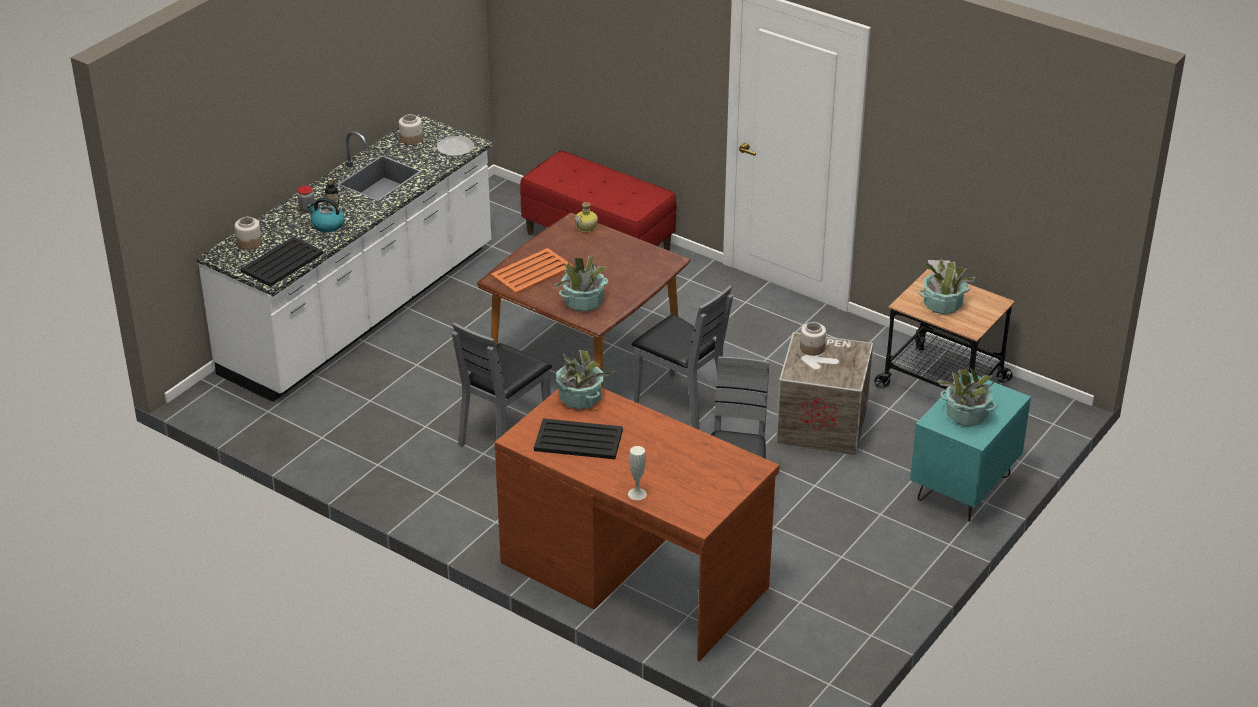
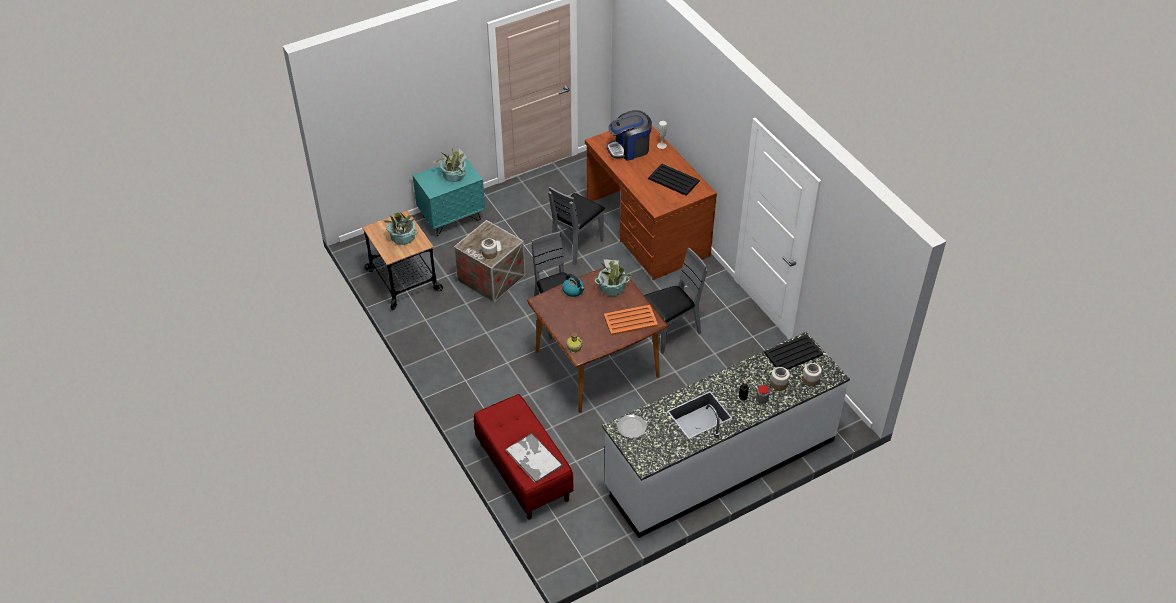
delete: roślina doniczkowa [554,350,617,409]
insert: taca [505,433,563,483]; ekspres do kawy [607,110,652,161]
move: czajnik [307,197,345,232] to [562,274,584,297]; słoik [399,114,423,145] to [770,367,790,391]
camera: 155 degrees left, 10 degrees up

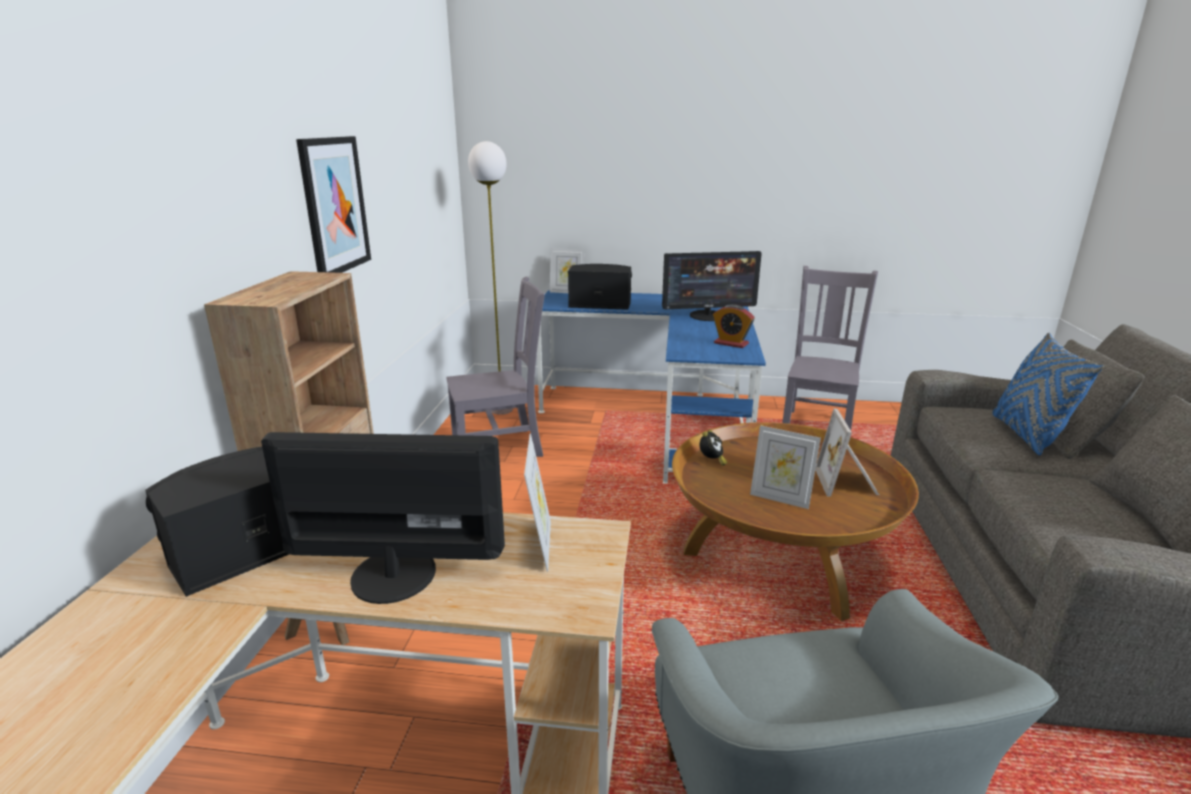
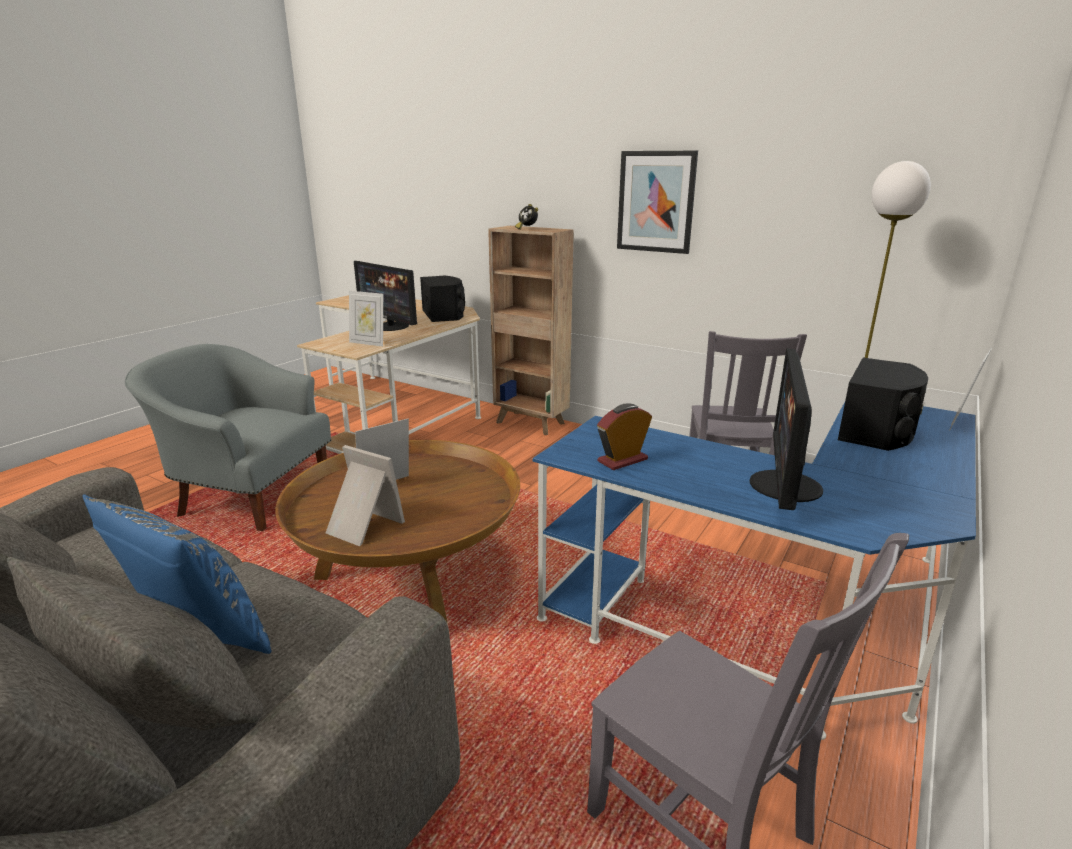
move: budzik [700,430,727,466] to [515,204,538,230]
rotate: monitor [261,432,505,604] = [354,261,417,331] 105 degrees clockwise
camera: 115 degrees right, 0 degrees up

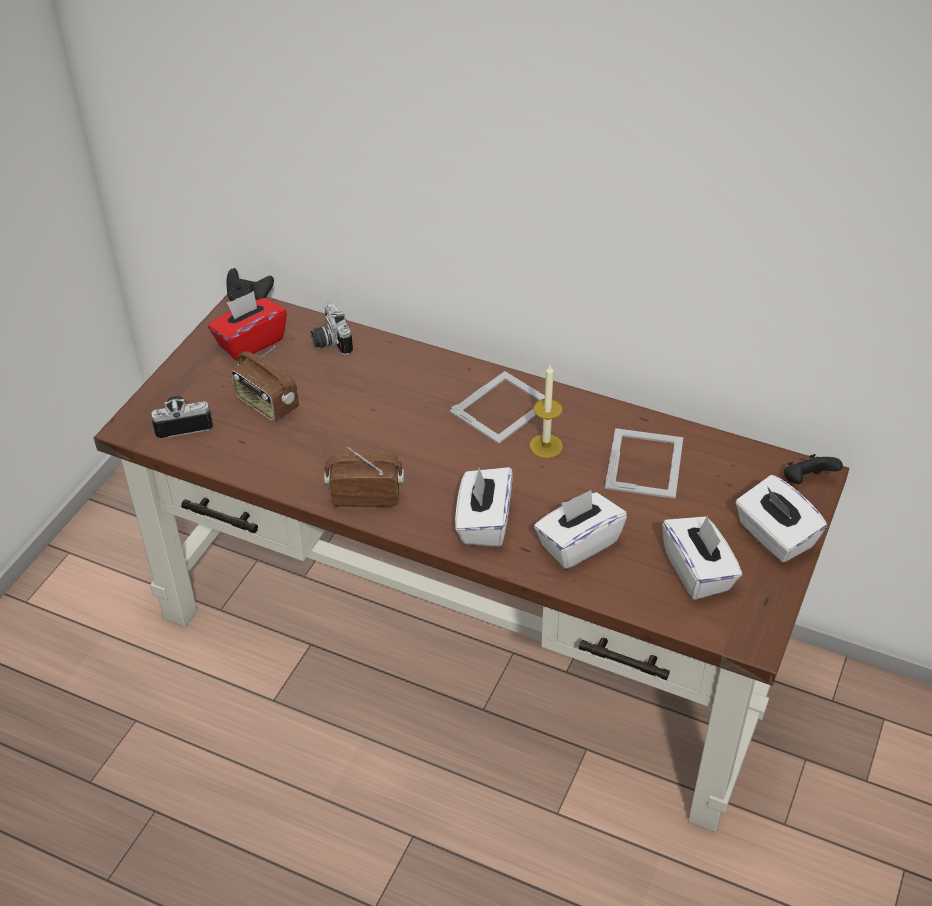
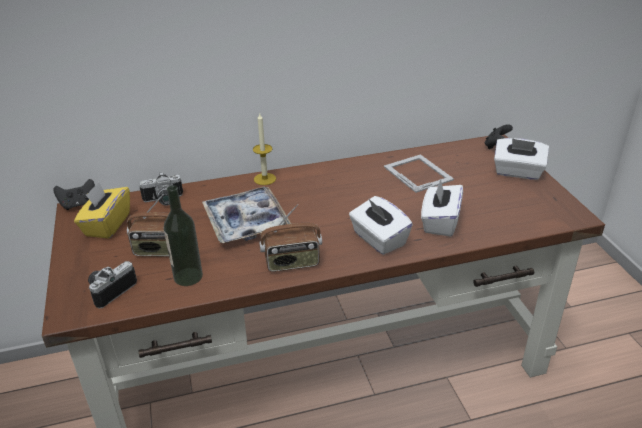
delete: ramka na zdjęcie [450,371,545,444]; pudełko chusteczek (biały) [662,515,742,600]
insert: butelka [164,186,203,286]; taca [202,187,291,243]
move: świeca [529,365,563,458] to [253,112,276,185]
recolor: pudełko chusteczek (czerwony) [208,291,287,361] to pudełko chusteczek (żółty) [74,182,130,239]
rotate: aparat fotograficzny [311,303,353,355] = [139,172,183,206] 45 degrees counterclockwise; radio [324,447,404,507] = [259,204,322,272] 150 degrees counterclockwise
camera: 40 degrees left, 10 degrees down

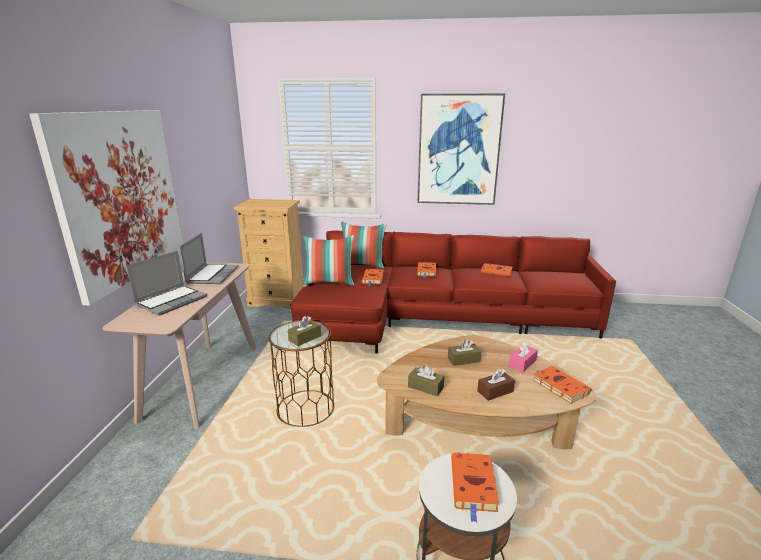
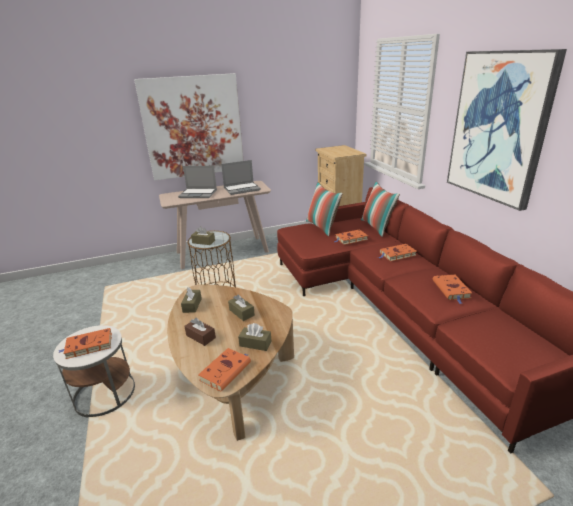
recolor: pudełko chusteczek (różowy) [509,341,538,372] to pudełko chusteczek (brązowy) [238,323,271,351]
camera: 65 degrees right, 5 degrees up

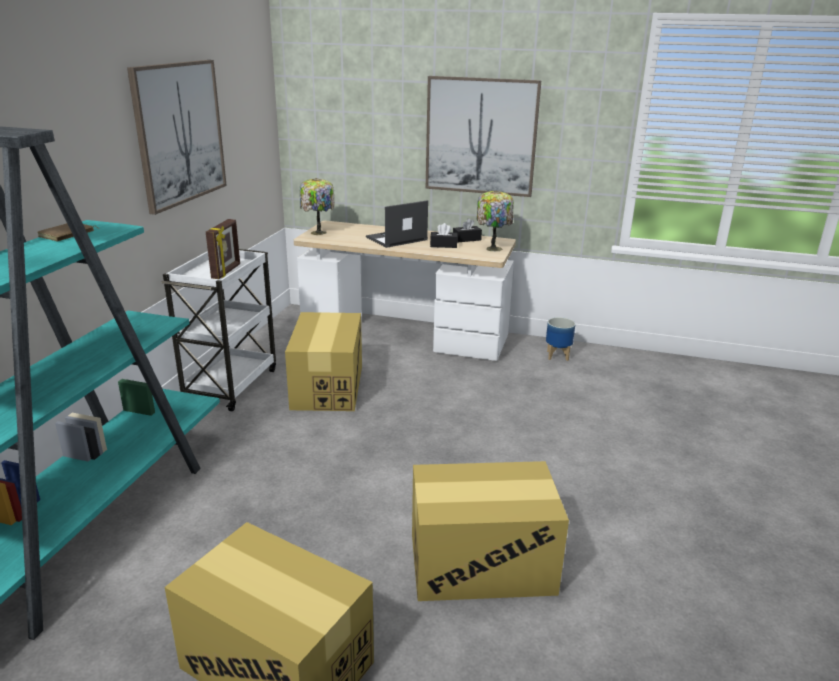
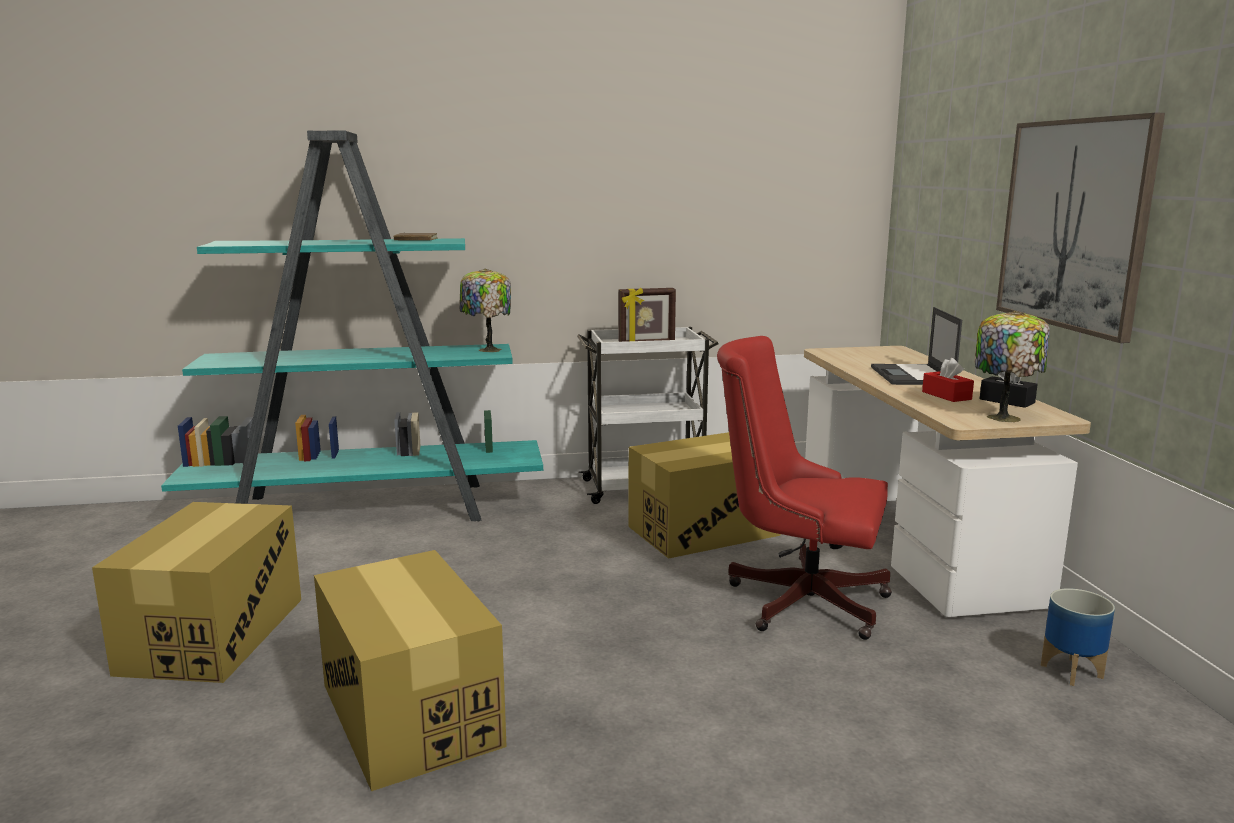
delete: obraz [127,60,227,215]
insert: krzesło biurowe (czerwony) [717,336,892,640]
move: lampa stołowa [300,178,335,235] to [459,269,511,352]
recolor: pudełko chusteczek (czarny) [430,223,458,248] to pudełko chusteczek (czerwony) [922,358,974,402]
rotate: laptop [366,200,428,248] = [871,307,962,385] 120 degrees counterclockwise
camera: 65 degrees right, 10 degrees down

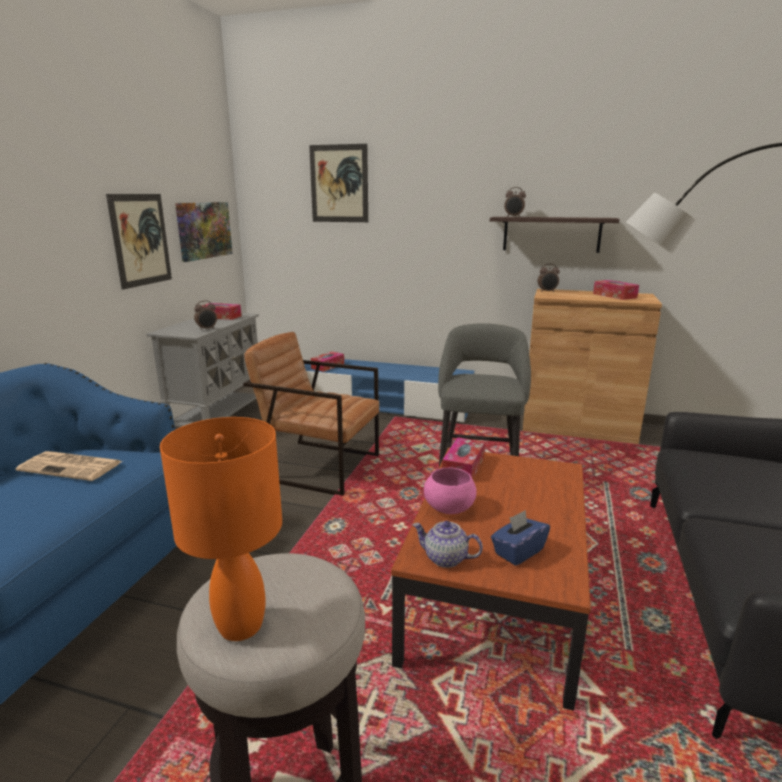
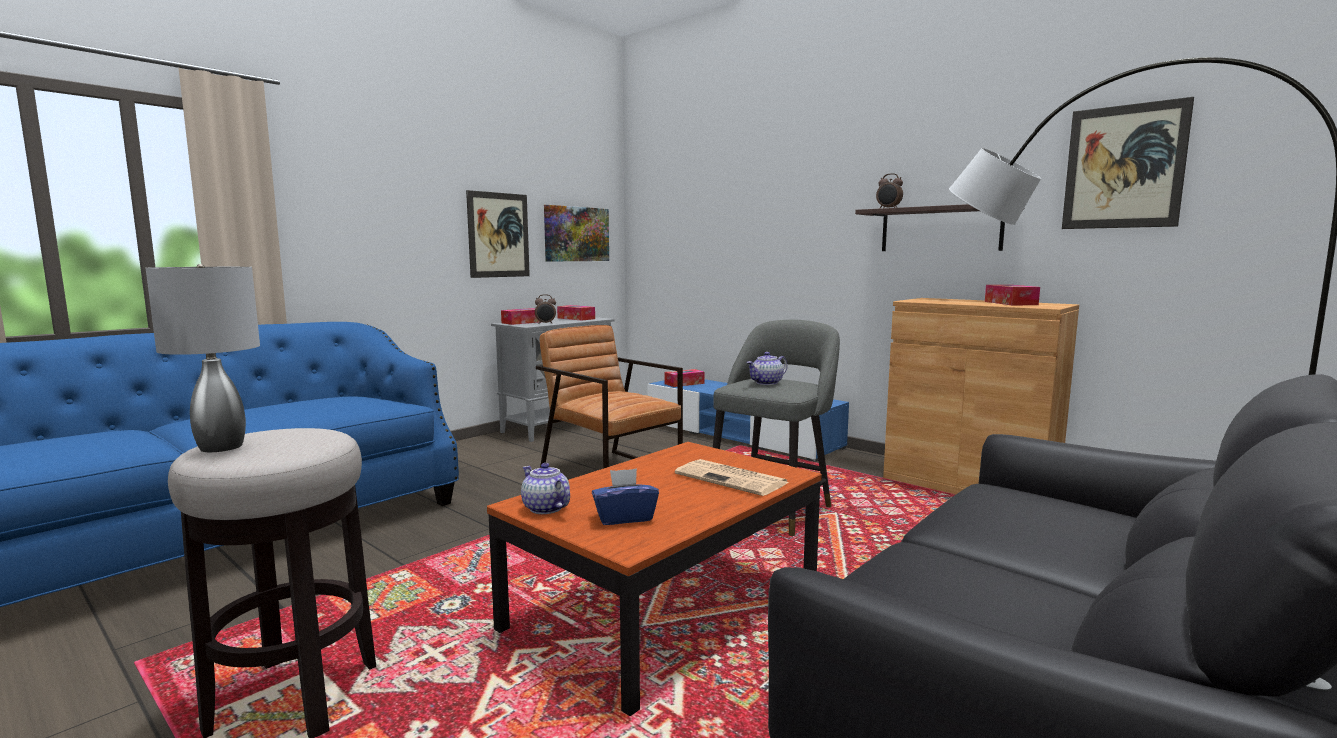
delete: miska (różowy) [424,467,477,514]; budzik [538,264,560,292]
insert: imbryk [746,352,788,385]
move: gazeta [16,451,123,481] to [675,459,789,496]; obraz [309,144,368,222] to [1062,97,1194,229]; pudełko chusteczek [442,437,485,479] to [501,308,540,325]
recolor: lampa stołowa (pomarańczowy) [160,417,282,641] to lampa stołowa (szary) [146,264,260,452]
camera: 25 degrees right, 10 degrees down

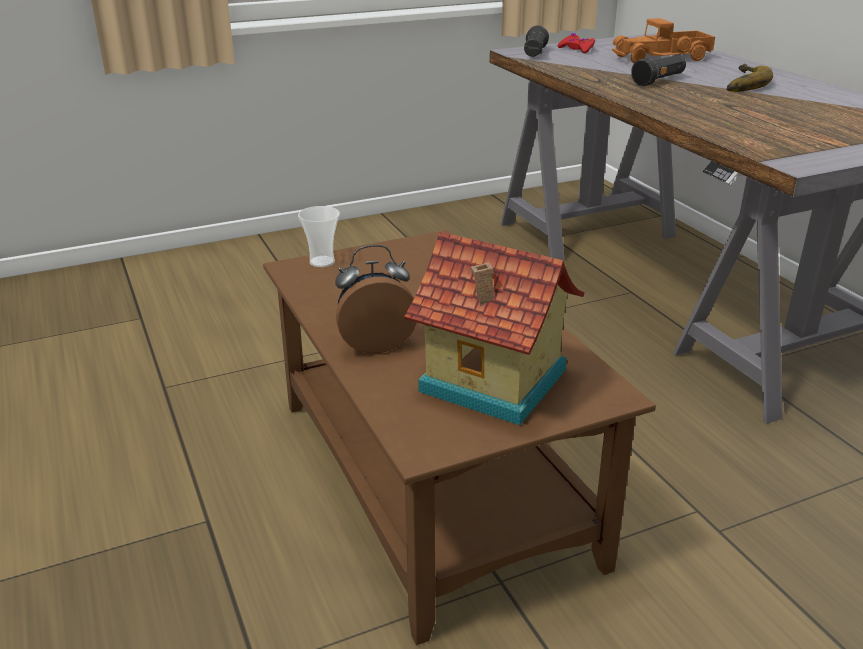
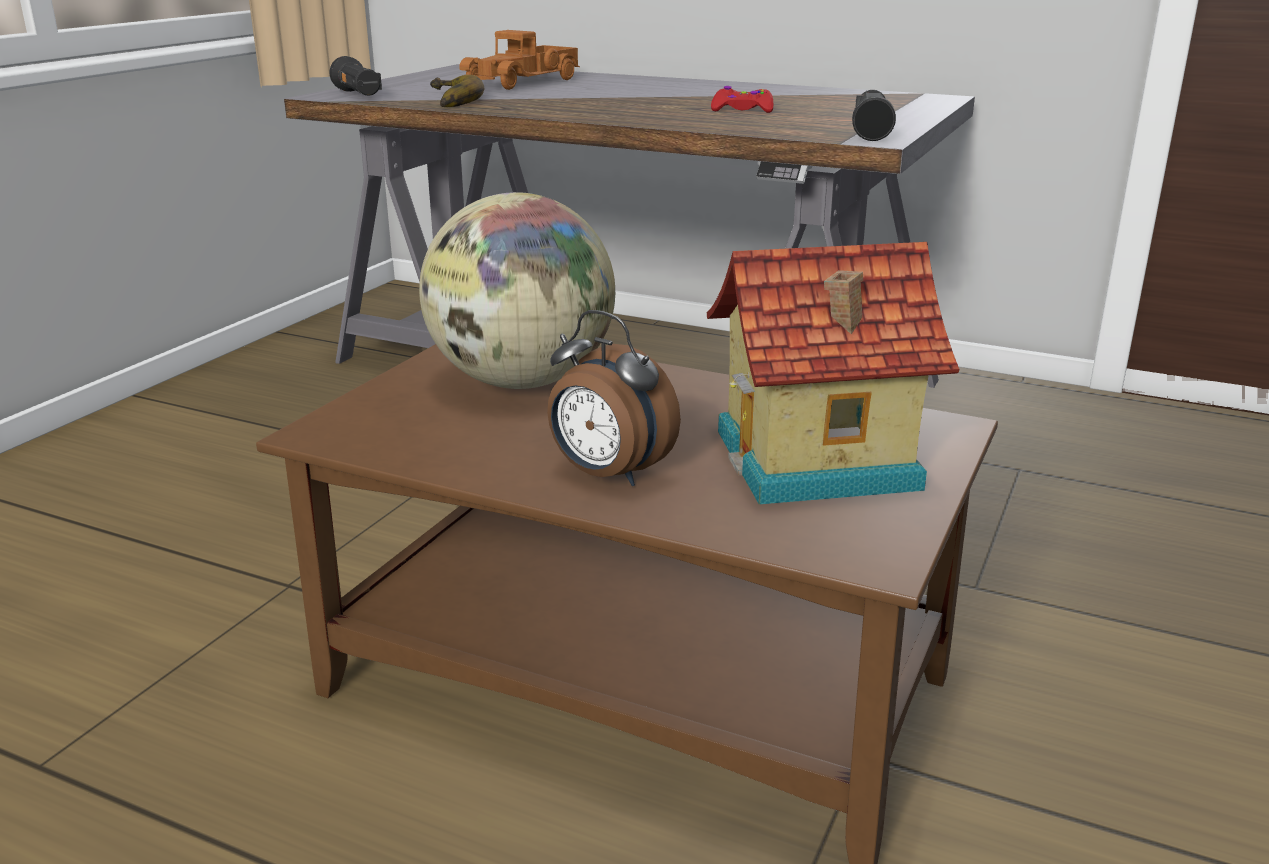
delete: filiżanka [298,206,340,267]
insert: globus [419,192,615,389]
move: pad do gier (czerwony) [557,33,595,53] to [711,86,773,113]; latarka (czarny) [631,54,686,87] to [852,90,896,141]; banan [727,64,773,92] to [430,75,484,107]
rotate: budzik [335,245,417,353] = [547,310,681,486] 90 degrees counterclockwise
camera: 40 degrees left, 5 degrees down

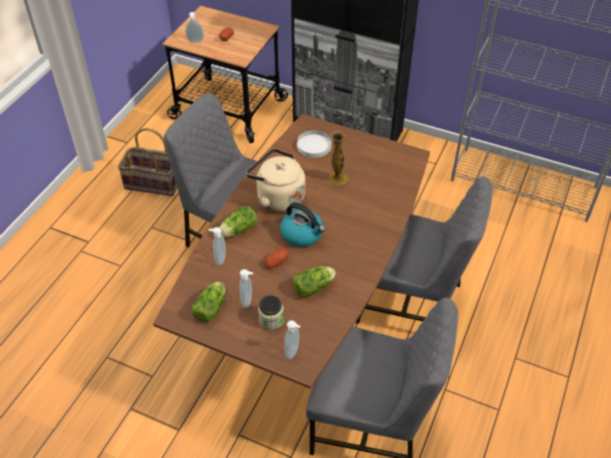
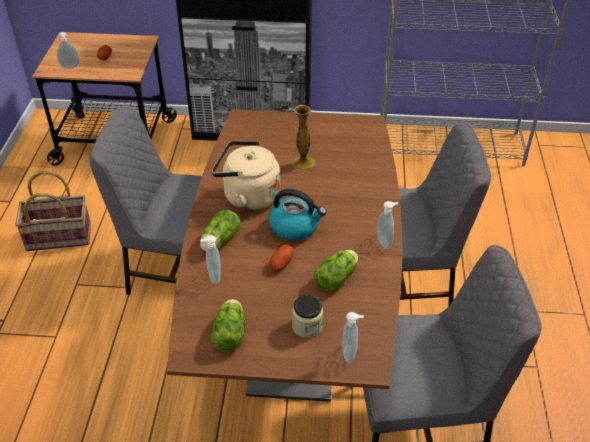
delete: talerz (biały) [297,130,332,158]
move: dozownik mydła [240,269,253,308] to [378,201,398,249]
camera: 20 degrees left, 5 degrees down

